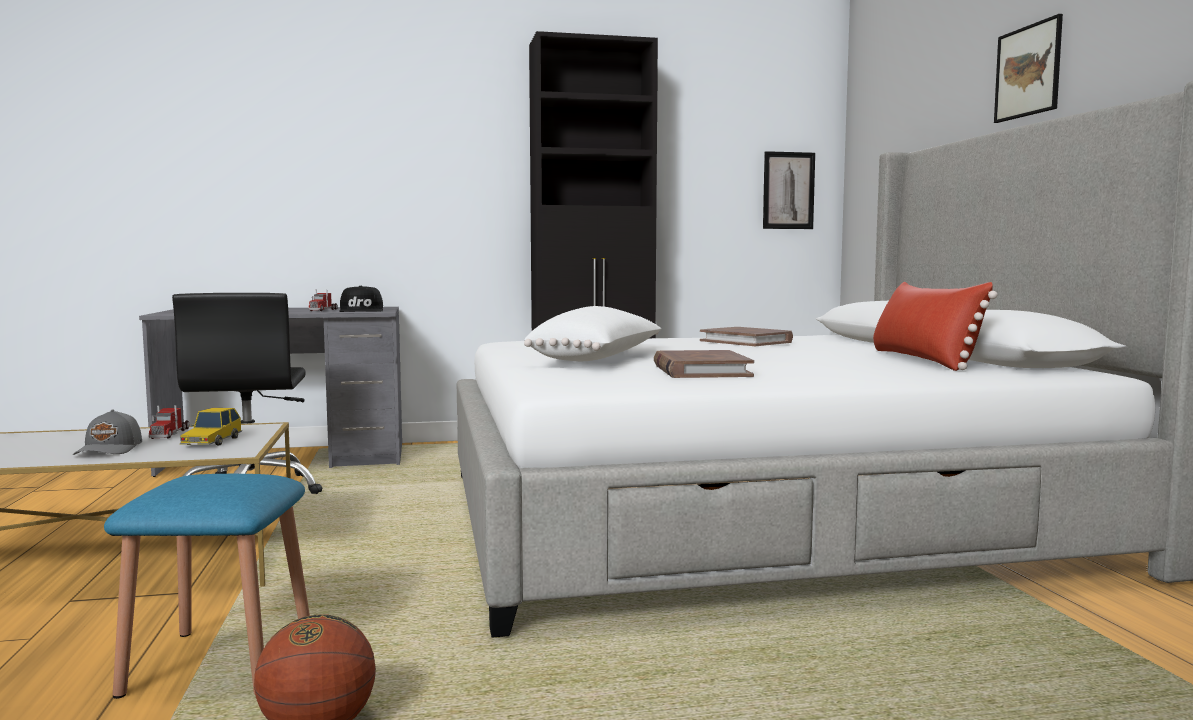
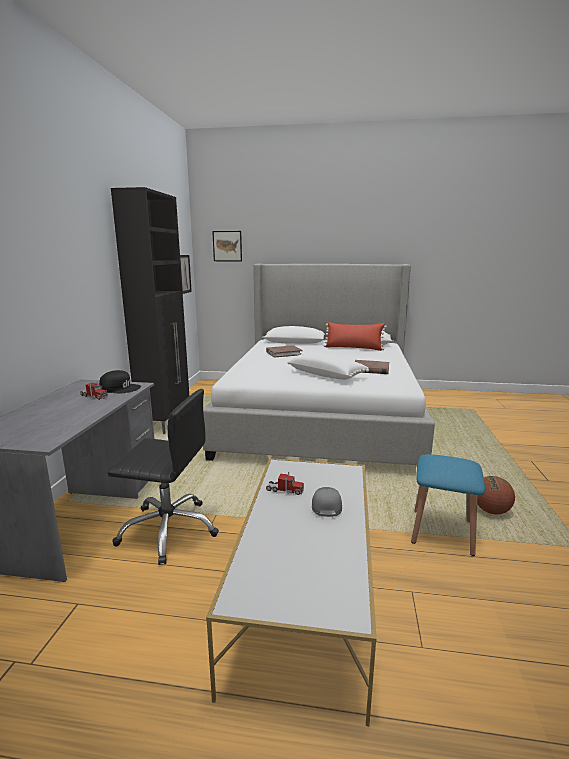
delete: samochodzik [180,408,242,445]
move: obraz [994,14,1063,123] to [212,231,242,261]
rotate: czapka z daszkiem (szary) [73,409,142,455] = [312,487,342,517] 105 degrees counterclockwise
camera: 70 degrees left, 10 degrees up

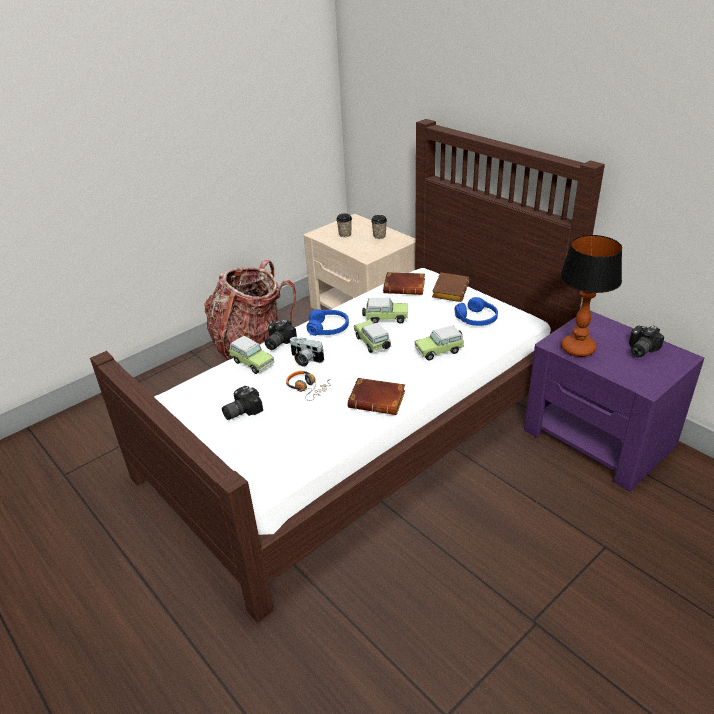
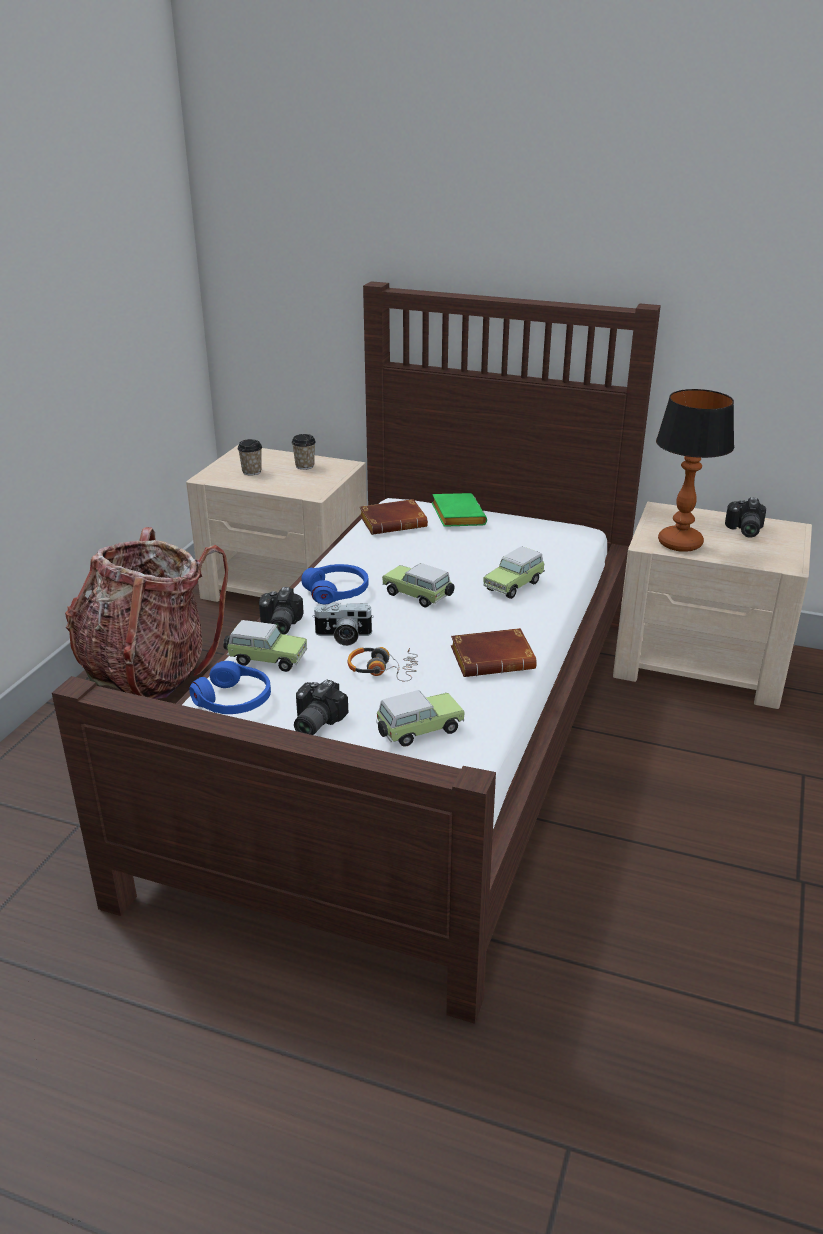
move: samochodzik [362,298,408,324] to [376,690,465,746]; słuchawki (niebieski) [455,297,498,326] to [189,661,271,714]
recolor: książka (brązowy) [432,272,470,302] to książka (zielony) [432,493,487,527]; szafka nocna (fioletowy) [524,311,704,491] to szafka nocna (beżowy) [613,502,812,709]
camera: 30 degrees left, 5 degrees down

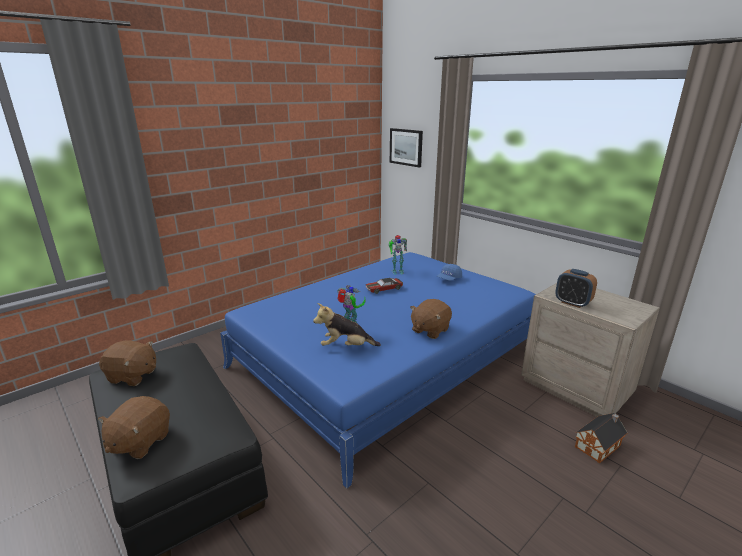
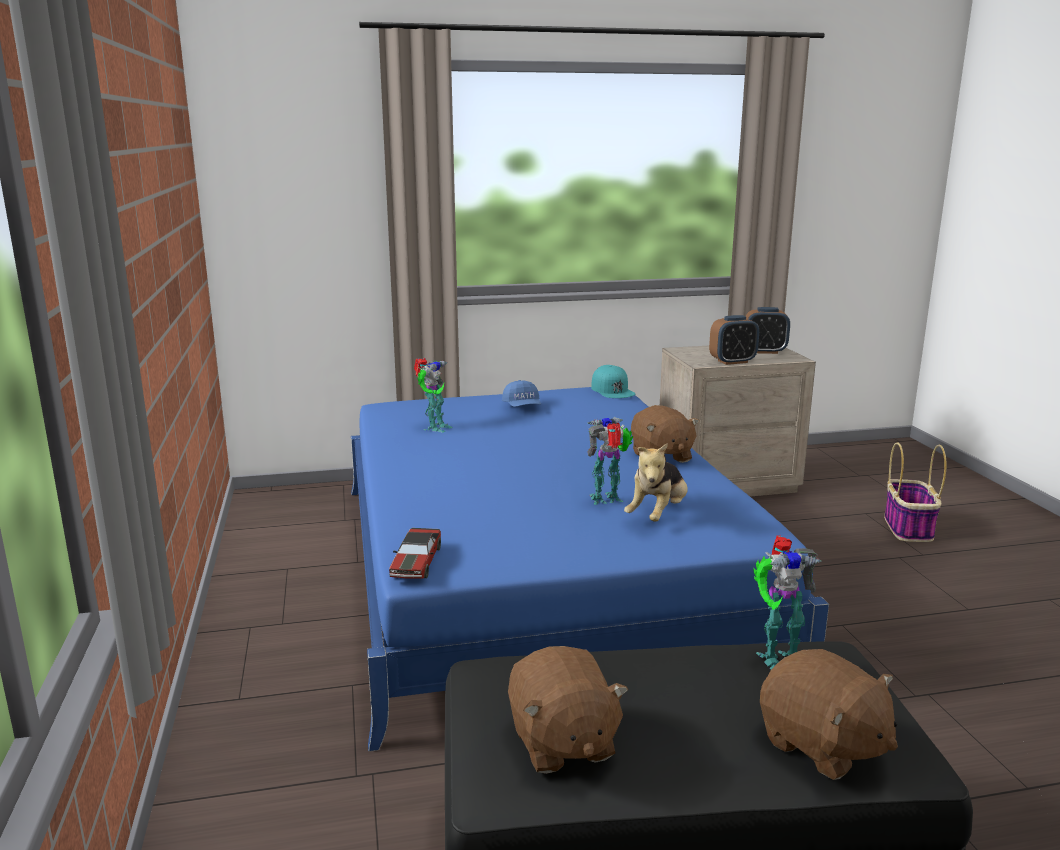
delete: obraz [390,128,423,168]; domek [575,413,627,463]
insert: czapka z daszkiem (turkusowy) [591,365,635,398]; budzik [746,307,790,354]; robot zabawkowy [753,535,822,669]; koszyk [884,442,946,542]
move: samochodzik [365,278,403,294] to [389,528,441,579]
rotate: pluszak (brązowy) [99,340,156,386] = [508,646,628,774] 120 degrees clockwise
camera: 60 degrees left, 5 degrees down

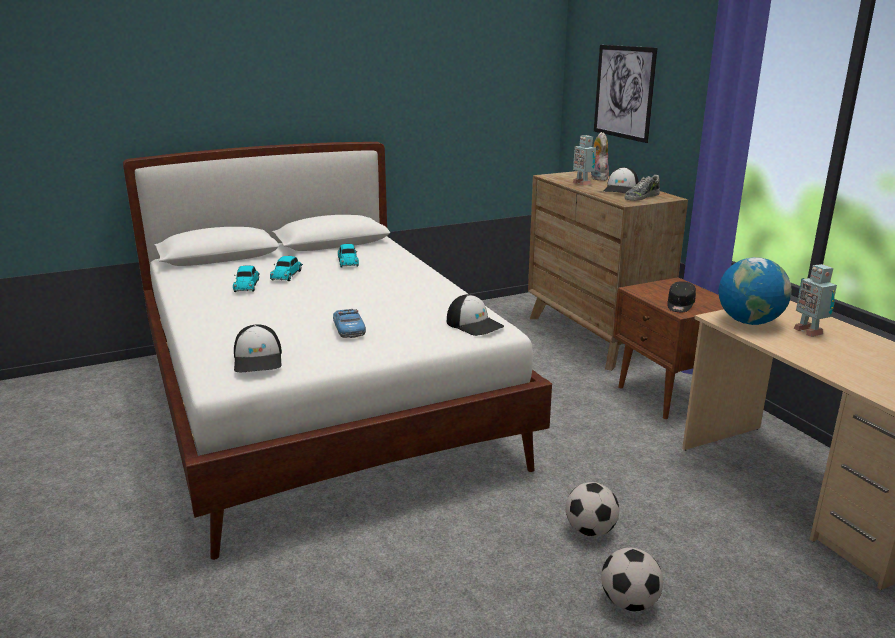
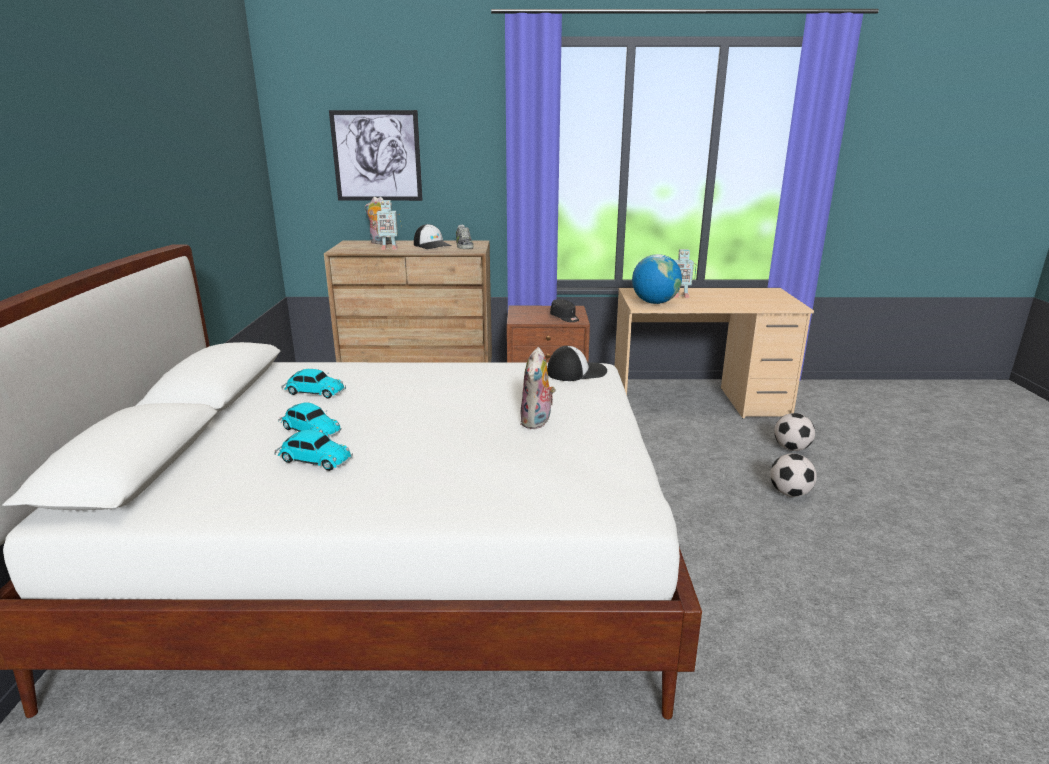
delete: czapka z daszkiem [234,324,282,372]
move: piłka futbolowa [566,482,619,536] to [774,413,815,451]
replace: samochodzik [333,309,366,338] to pluszak [520,347,556,429]
camera: 65 degrees left, 0 degrees up

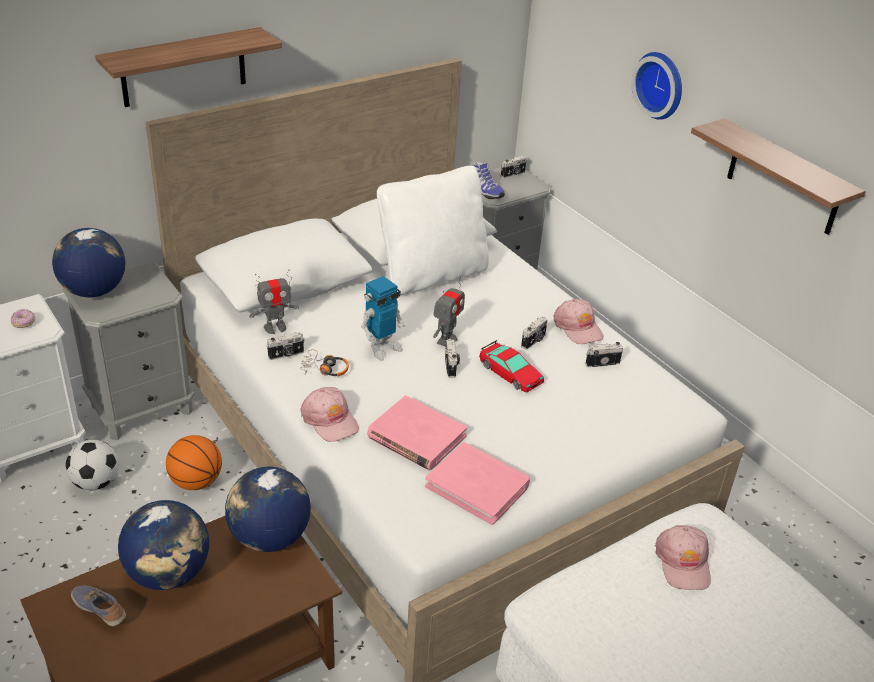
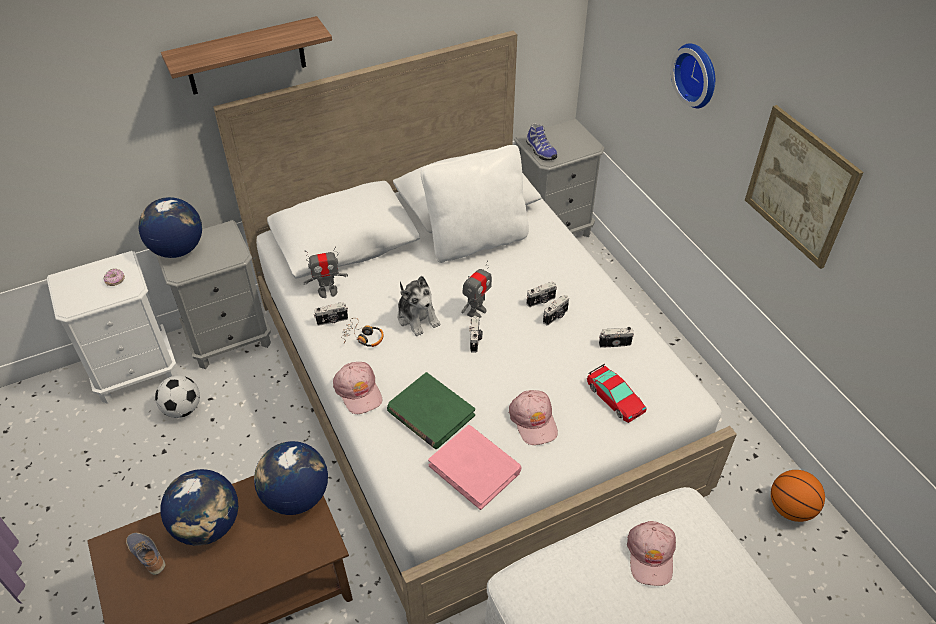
move: piłka do koszykówki [166,435,222,490] to [771,470,825,522]; samochodzik [479,340,544,393] to [587,364,646,423]; aparat fotograficzny [501,156,527,178] to [527,281,557,307]; czapka z daszkiem (różowy) [553,299,604,344] to [509,390,558,445]
replace: robot zabawkowy [361,276,405,361] to pluszak [397,276,440,336]; półka [691,118,866,235] to obraz [745,105,863,269]
recolor: książka (różowy) [367,395,467,470] to książka (zielony) [387,372,475,449]
camera: 10 degrees right, 10 degrees up

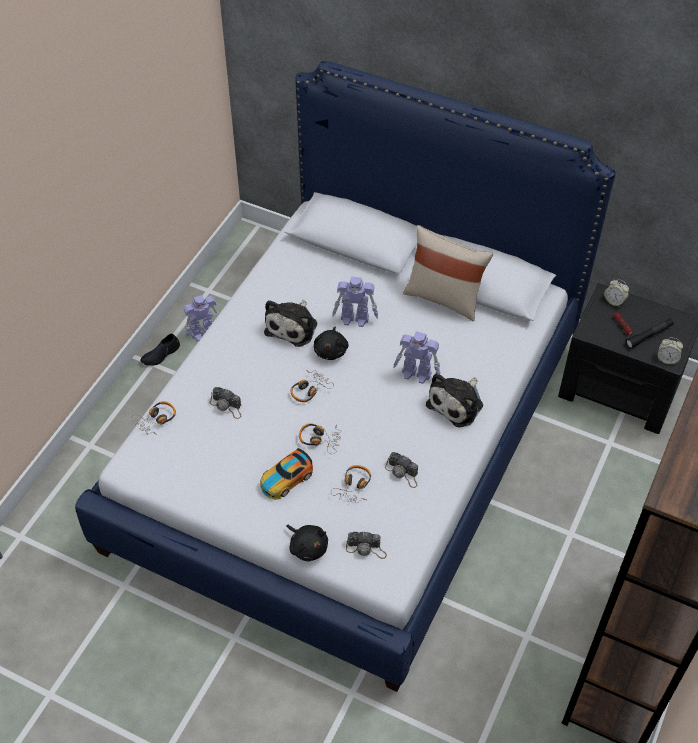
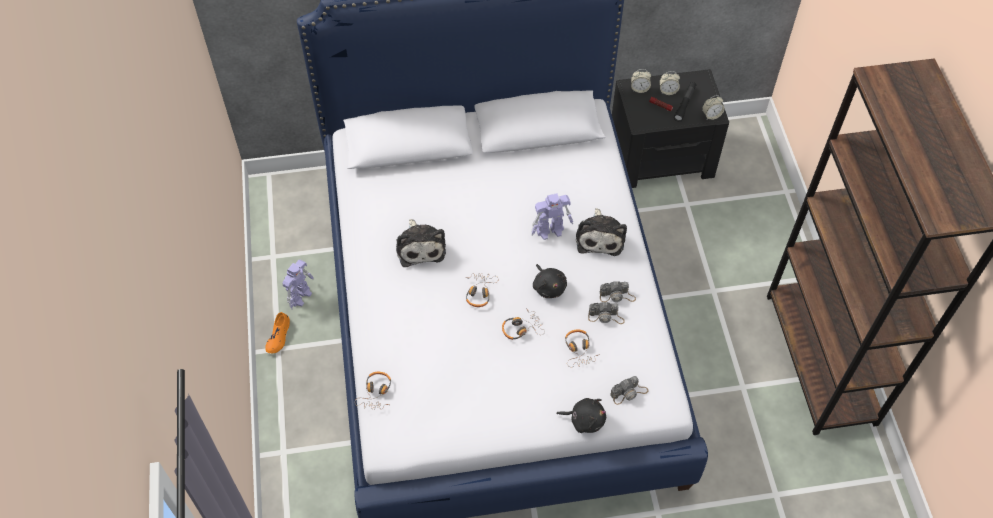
delete: samochodzik [260,448,313,500]; robot zabawkowy [332,277,378,327]; poduszka (beżowy) [403,225,493,321]
insert: budzik [659,71,680,95]
move: aparat fotograficzny [209,387,241,419] to [600,281,636,302]; pluszak (czarny) [314,326,349,360] to [533,264,567,298]
recolor: but (czarny) [140,334,180,366] to but (pomarańczowy) [265,312,290,353]
camera: 35 degrees left, 5 degrees up

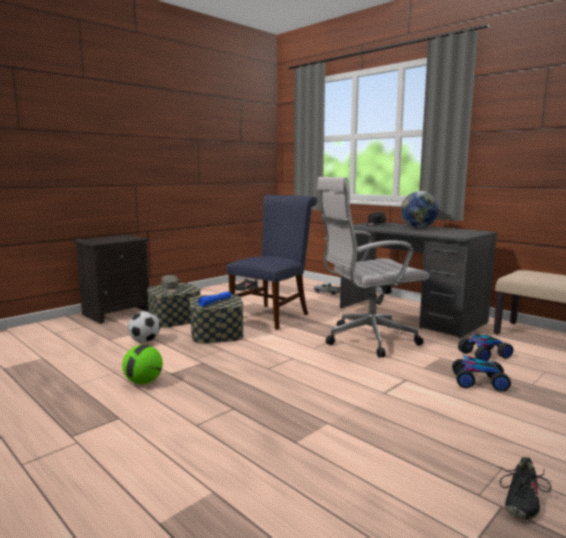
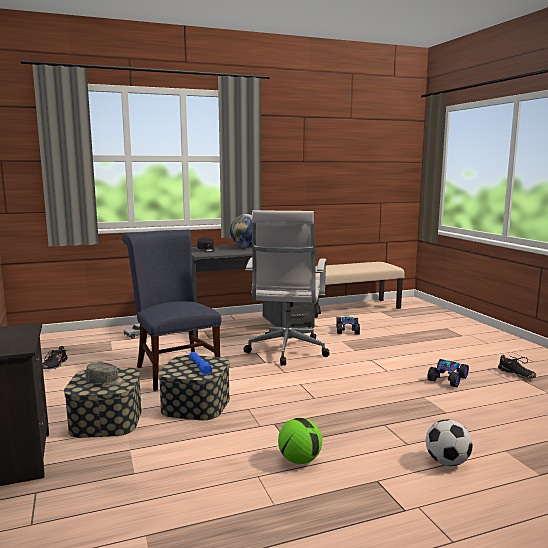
move: piłka futbolowa [128,311,160,343] to [426,420,473,466]; samochodzik [452,355,511,391] to [427,359,469,387]
camera: 65 degrees left, 0 degrees up

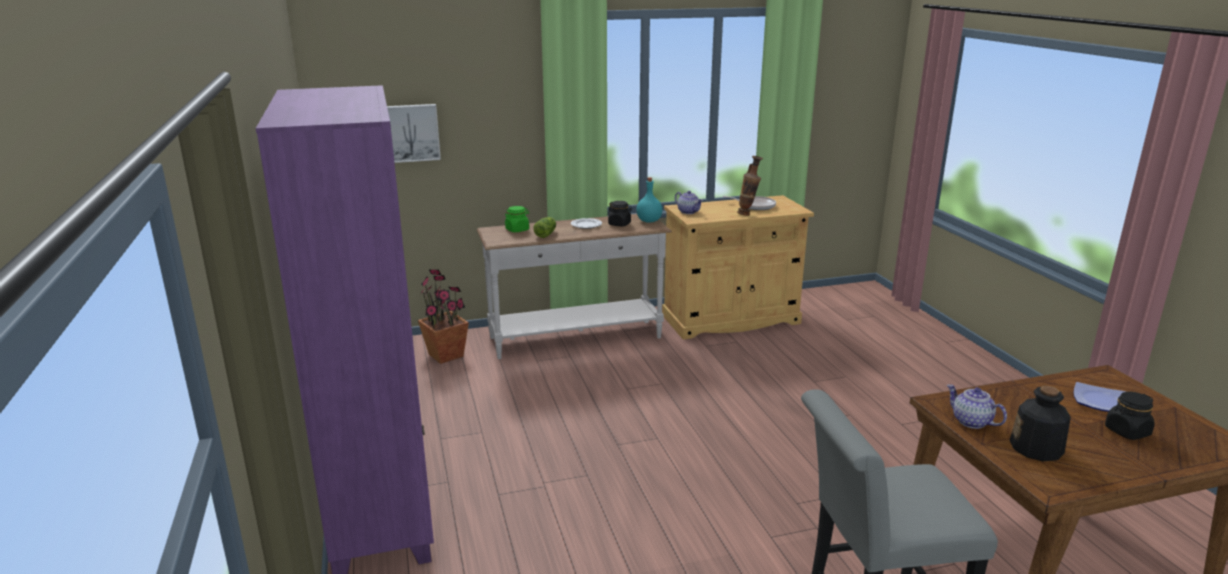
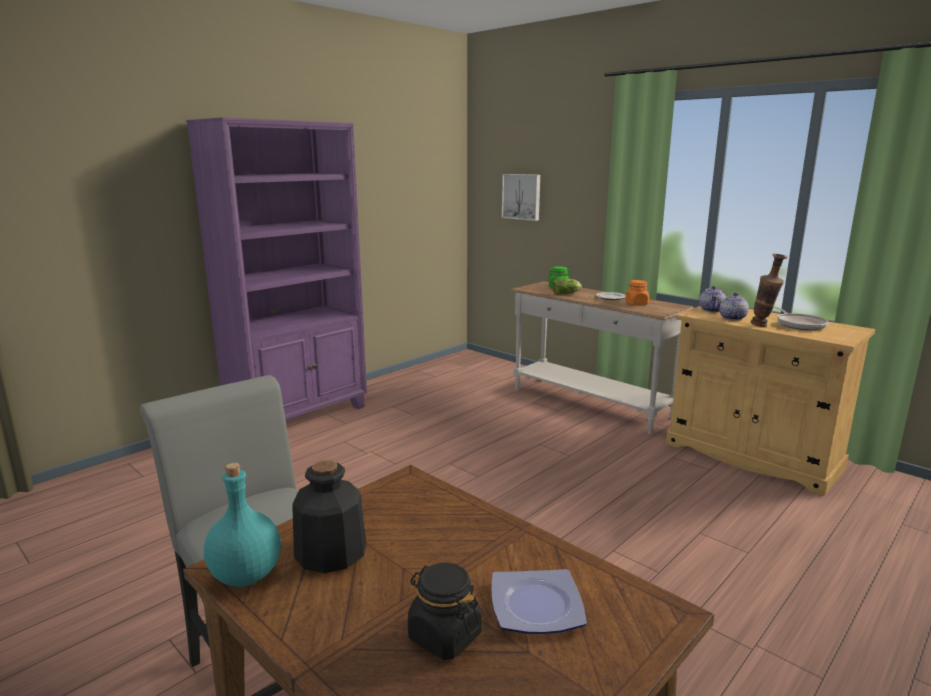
delete: roślina doniczkowa [418,270,469,364]
move: butelka (turkusowy) [636,177,662,223] to [204,463,281,587]; imbryk [947,384,1007,429] to [719,293,749,320]
recolor: słoik (czarny) [608,201,632,226] to słoik (pomarańczowy) [625,280,649,305]
camera: 60 degrees right, 5 degrees down

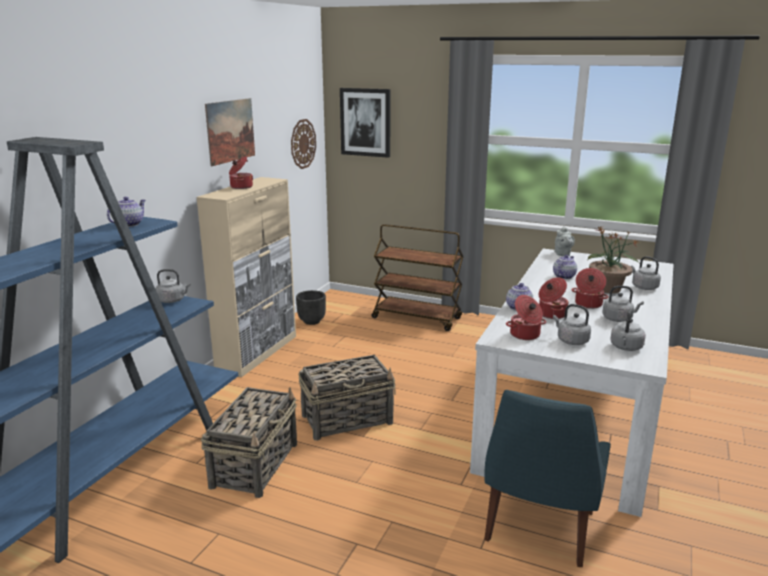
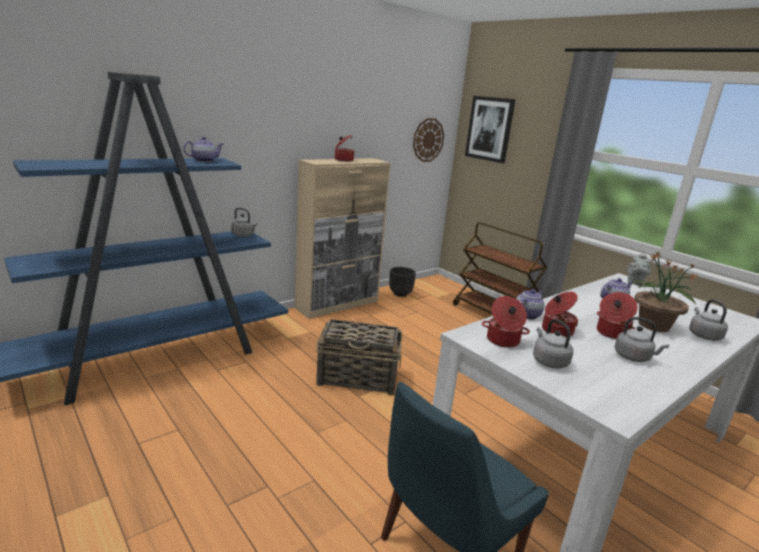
delete: koszyk [201,387,297,498]; obraz [205,98,255,166]; czajnik (szary) [611,308,646,351]
camera: 25 degrees right, 0 degrees up

